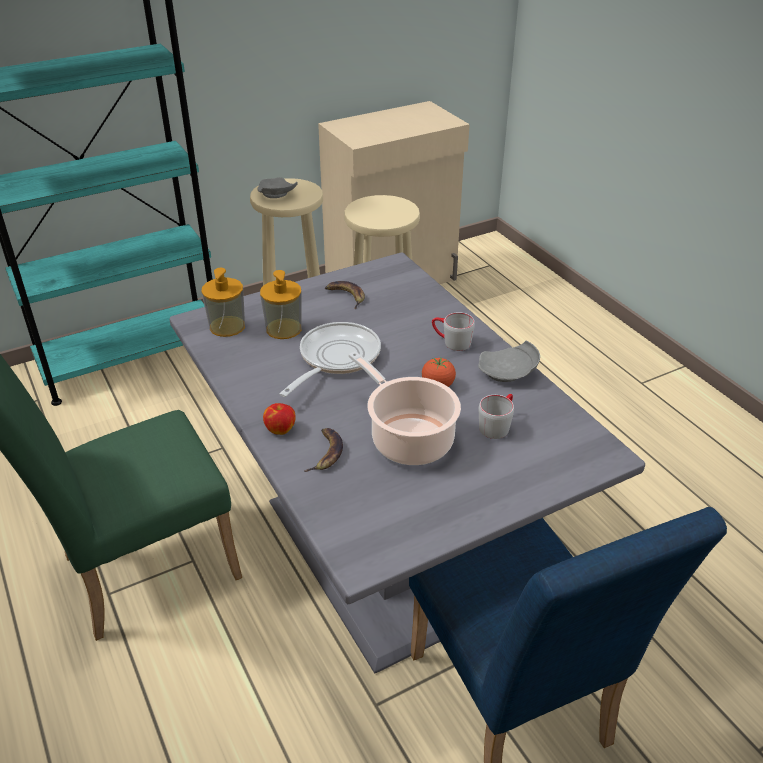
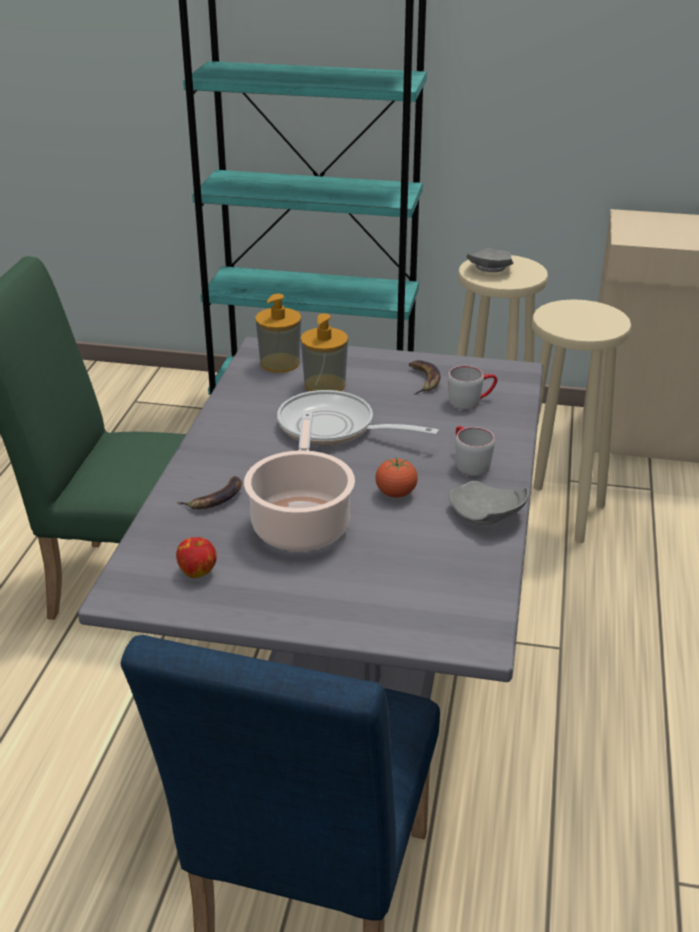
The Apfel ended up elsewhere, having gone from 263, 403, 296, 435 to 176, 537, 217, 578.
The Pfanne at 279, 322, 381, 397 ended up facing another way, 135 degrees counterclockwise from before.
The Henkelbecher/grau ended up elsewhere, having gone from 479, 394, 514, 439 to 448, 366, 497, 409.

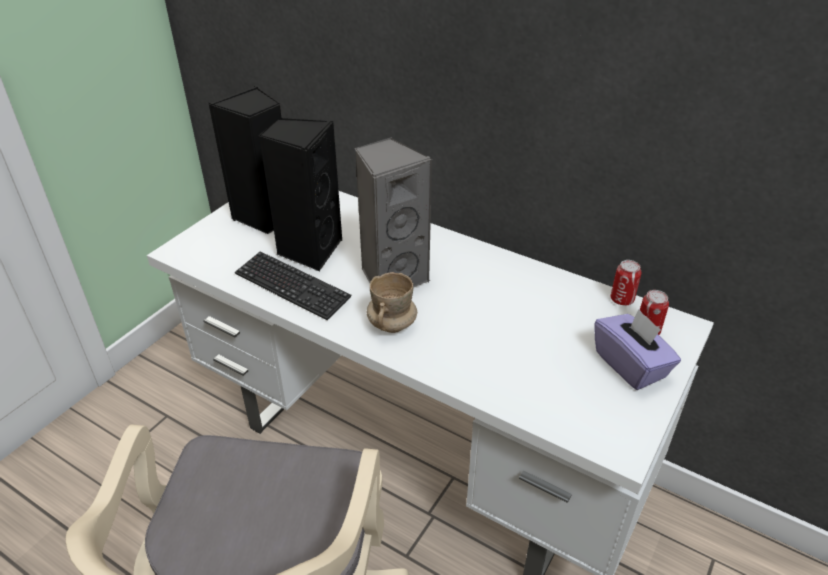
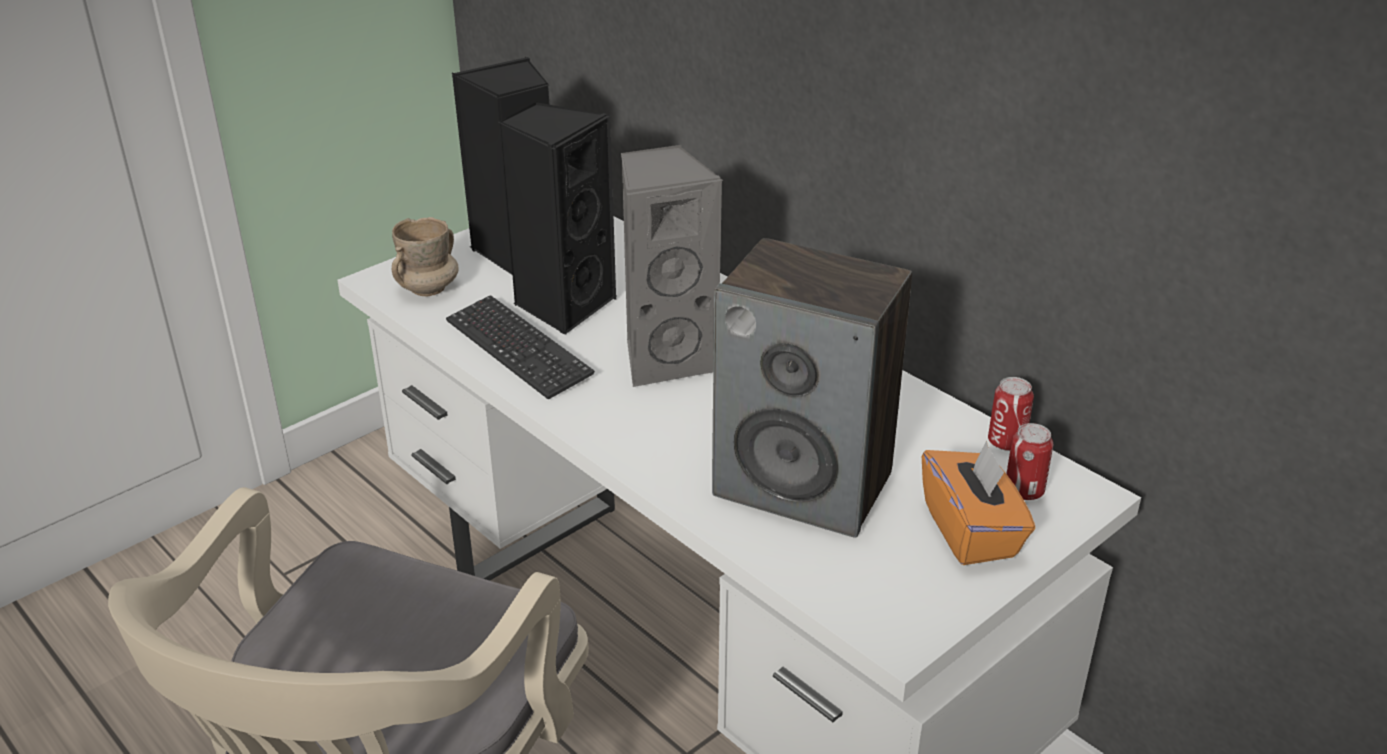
The Henkelbecher/beige ended up elsewhere, having gone from 367, 272, 417, 333 to 392, 217, 459, 296.
What was the Taschentuchbox/lila at 594, 309, 681, 390 turned into the Taschentuchbox/orange at 922, 441, 1035, 565.
The second view gained the Lautsprecher at 712, 238, 912, 538.

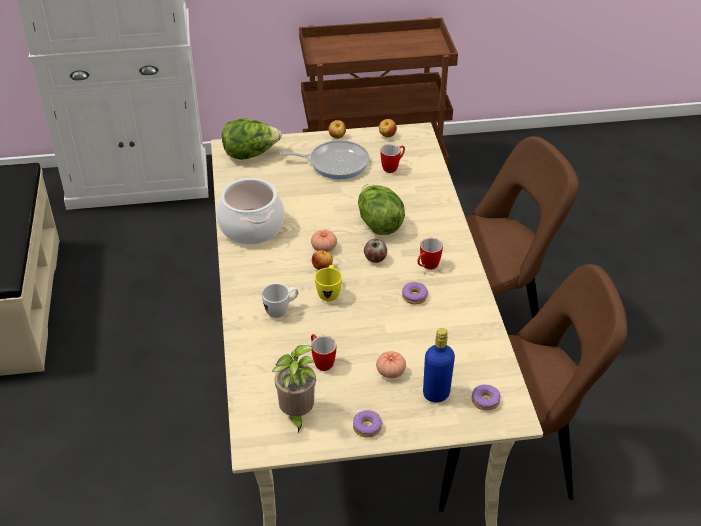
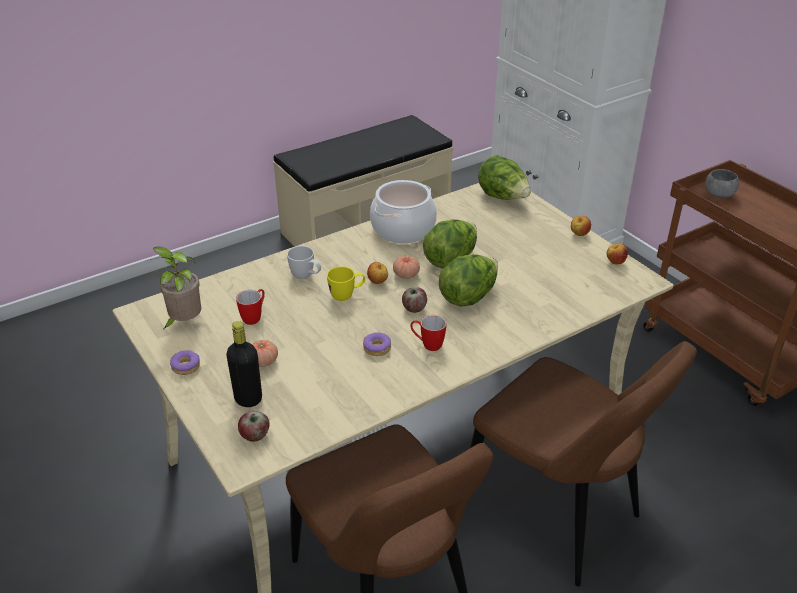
The second view lost the Pfanne at 280, 140, 369, 179.
The second view lost the Henkelbecher at 380, 144, 405, 173.
What was the Flasche/blau at 423, 328, 455, 403 turned into the Flasche/schwarz at 226, 321, 262, 407.
Where the Donut stood at 472, 385, 500, 411, the Apfel came to stand at 238, 411, 270, 441.
The second view gained the Salatkopf at 423, 219, 477, 269.
The second view gained the Schüssel/grau at 705, 169, 739, 198.

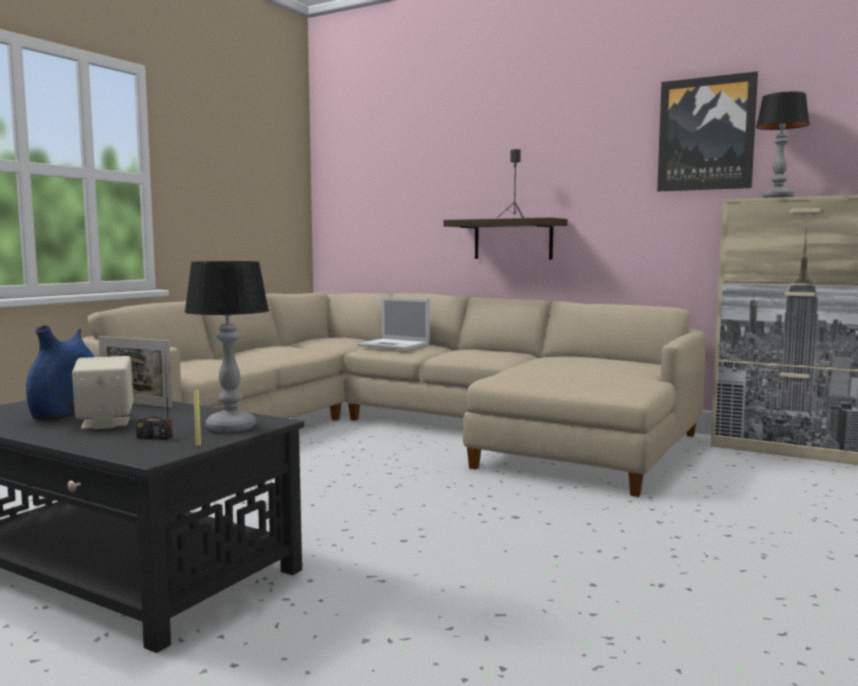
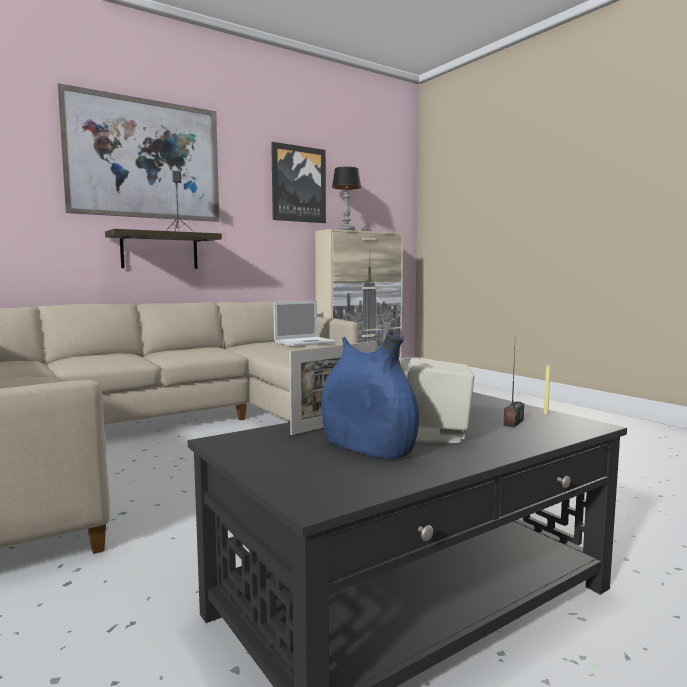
The second view lost the Tischlampe at 184, 261, 269, 433.
The Laptop ended up elsewhere, having gone from 357, 297, 430, 350 to 273, 301, 337, 347.
The second view gained the Bild at 57, 83, 219, 222.

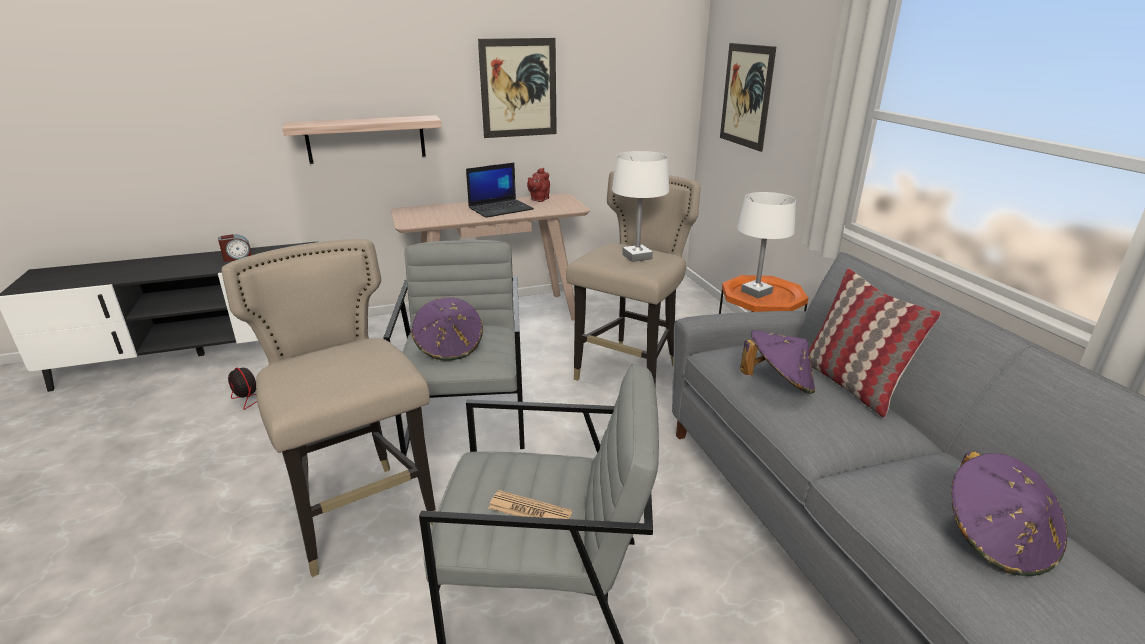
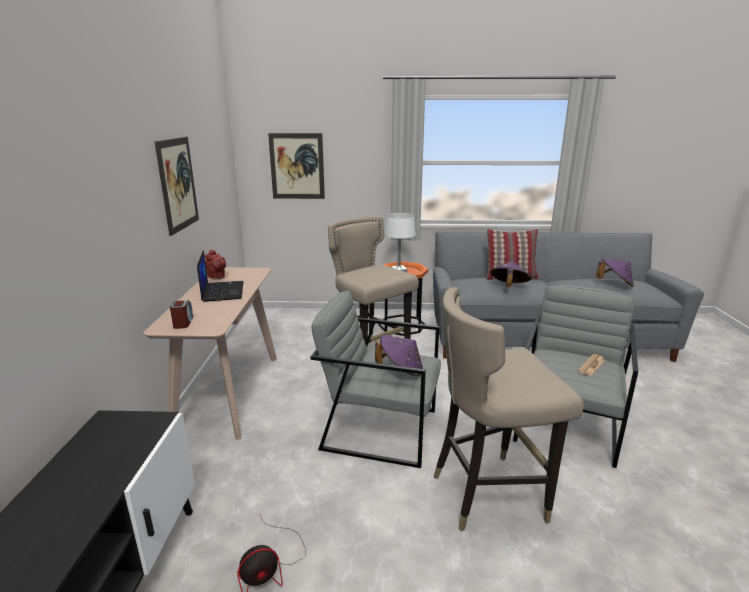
The Wecker ended up elsewhere, having gone from 218, 234, 252, 262 to 170, 301, 193, 329.
The second view lost the Wandregal at 282, 115, 442, 164.
The second view lost the Tischlampe/weiß at 612, 151, 669, 262.

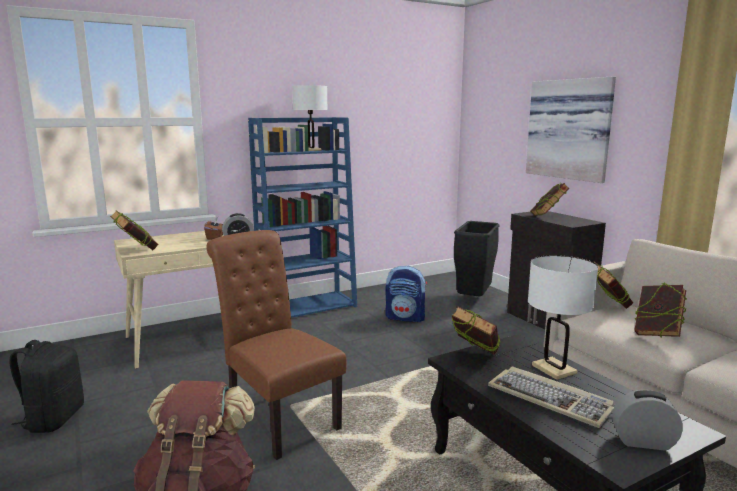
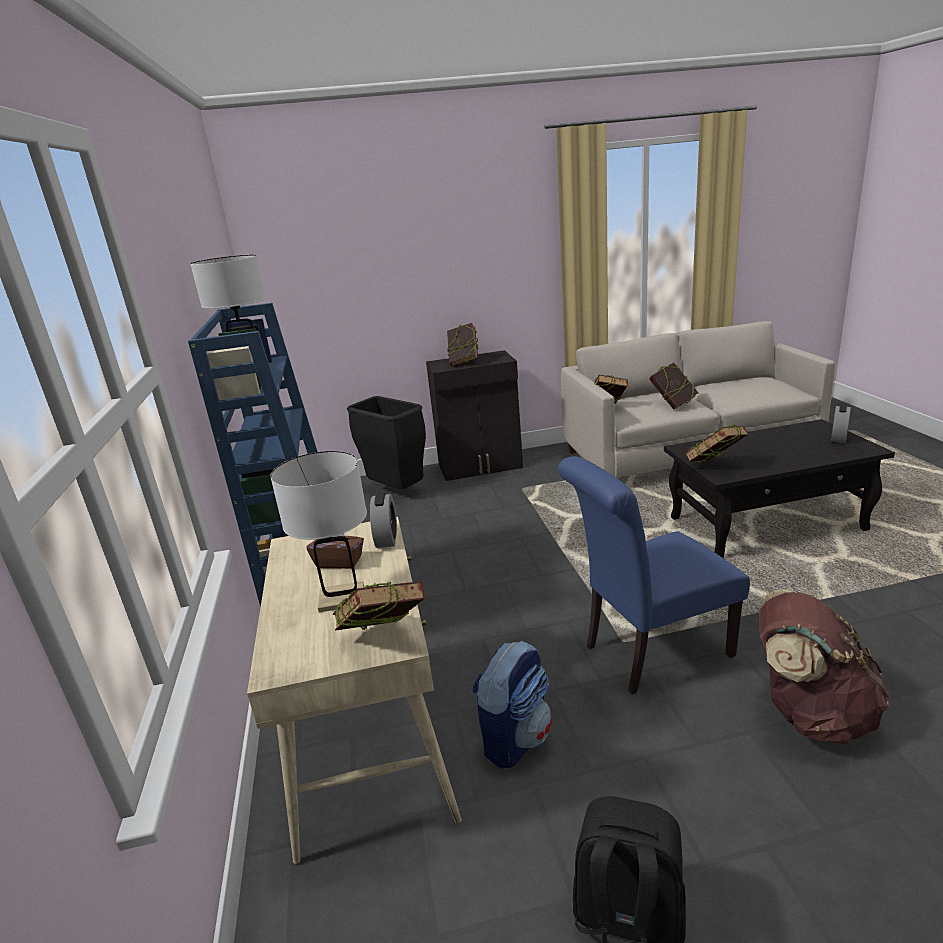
What was the Stuhl/braun at 206, 230, 347, 460 turned into the Stuhl/blau at 558, 456, 750, 694.
The Rucksack ended up elsewhere, having gone from 385, 265, 427, 322 to 473, 641, 552, 769.
The second view lost the Tastatur at 488, 366, 614, 428.
The second view lost the Bild at 526, 77, 616, 183.
The Tischlampe/weiß ended up elsewhere, having gone from 528, 255, 598, 380 to 270, 451, 367, 612.

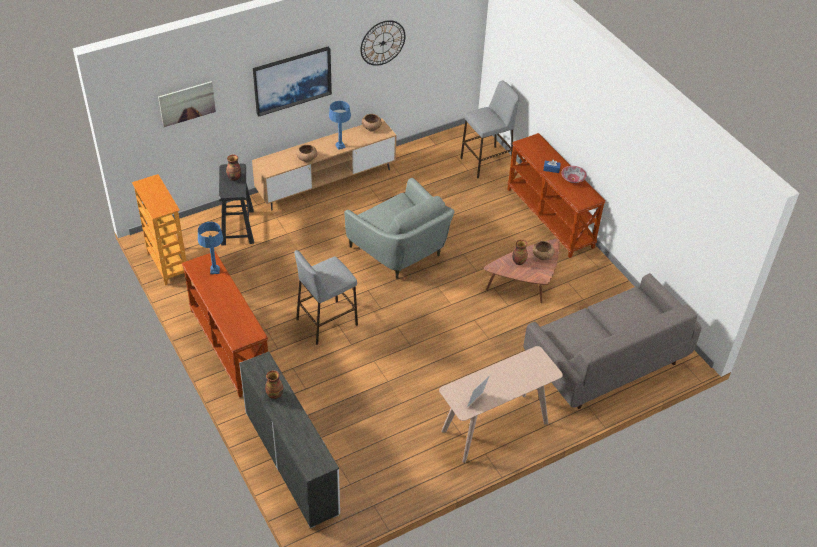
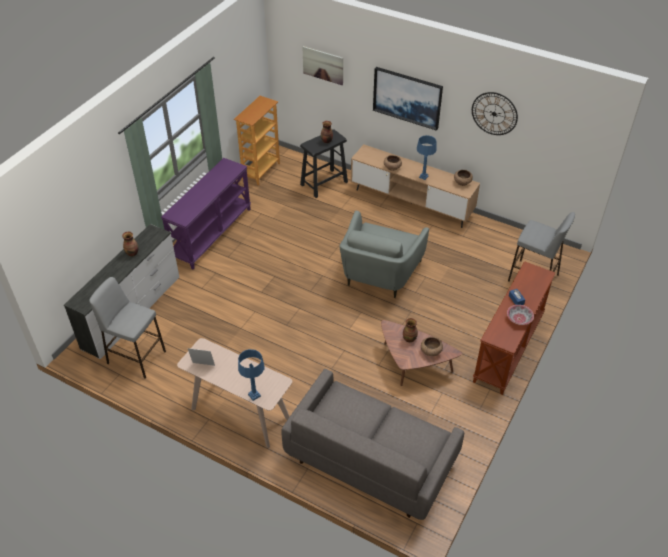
What was the Konsolentisch/braun at 182, 252, 268, 397 turned into the Konsolentisch/lila at 161, 158, 251, 269.
The Tischlampe/blau ended up elsewhere, having gone from 198, 222, 223, 274 to 238, 349, 264, 401.
The Hocker/grau ended up elsewhere, having gone from 294, 250, 358, 345 to 89, 277, 166, 378.

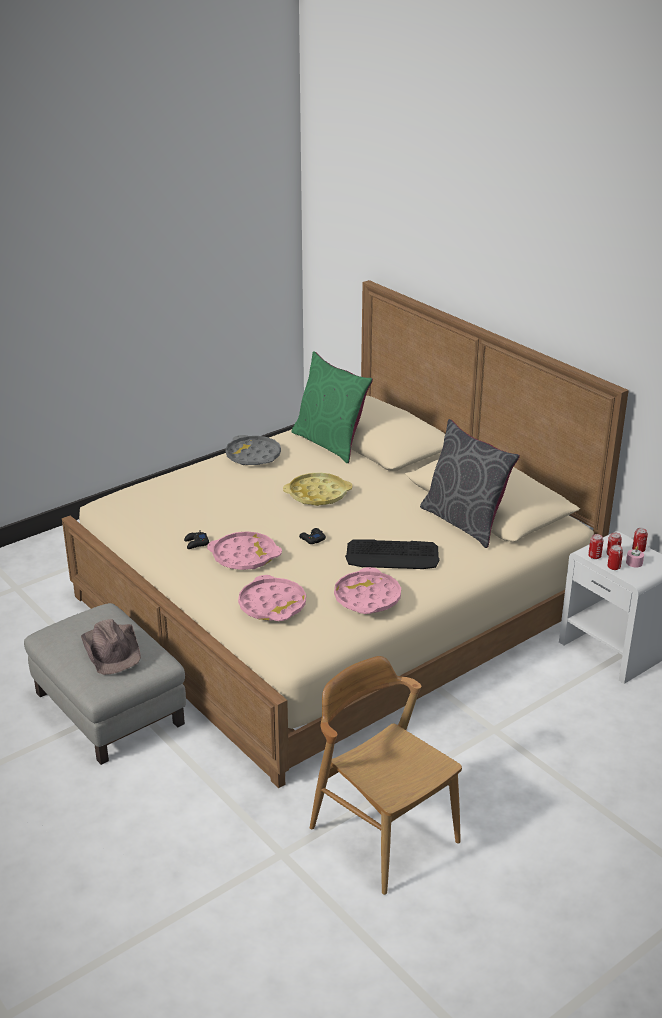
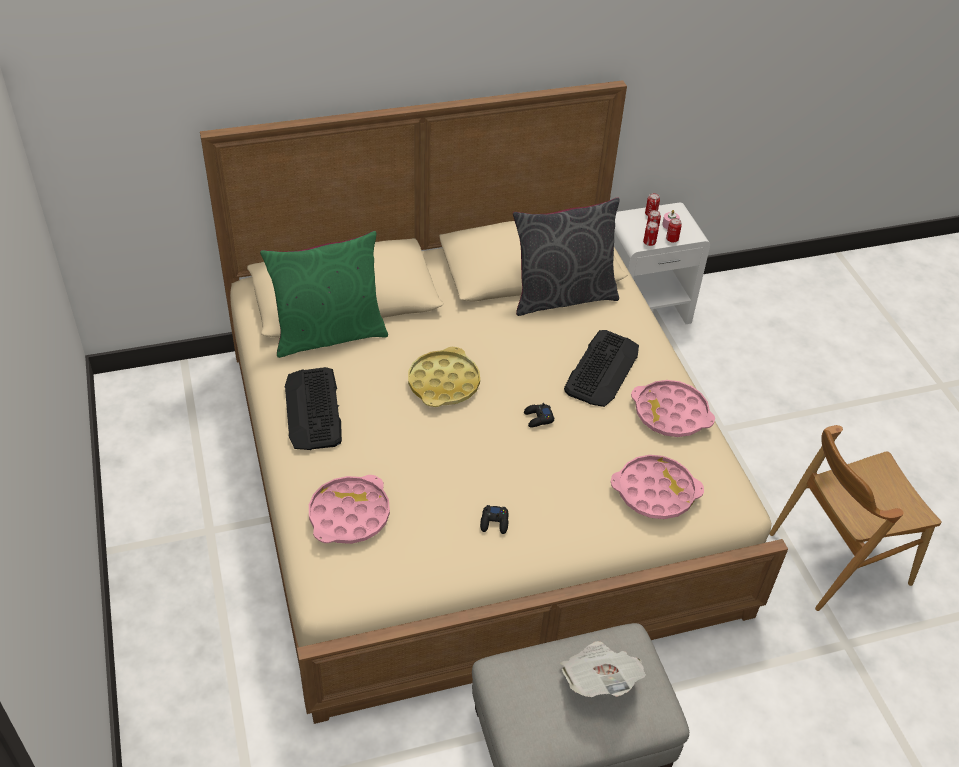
Where the Hut/braun stood at 81, 619, 141, 675, the Zeitung came to stand at 560, 641, 646, 697.
The Tablett/rosa ended up elsewhere, having gone from 207, 531, 282, 570 to 309, 475, 390, 544.
Where the Tablett/grau stood at 225, 435, 281, 465, the Tastatur came to stand at 285, 367, 342, 450.

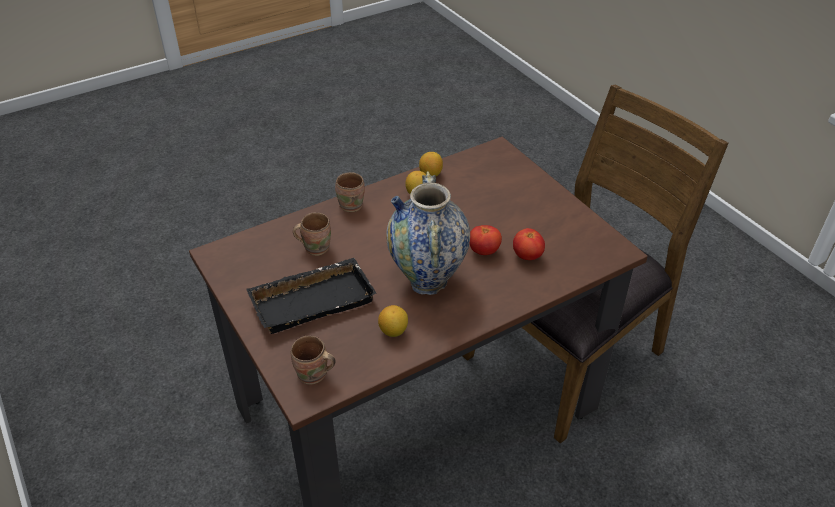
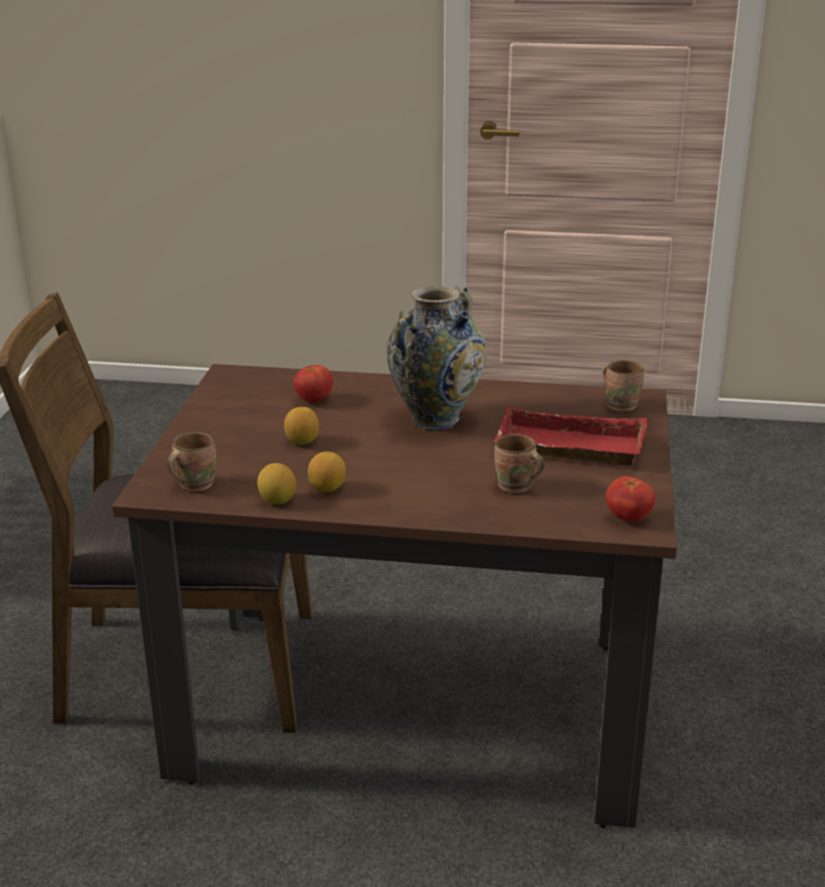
What was the Tablett/schwarz at 246, 258, 377, 334 turned into the Tablett/rot at 494, 407, 647, 466.
The Henkelbecher/braun ended up elsewhere, having gone from 335, 172, 365, 212 to 167, 432, 216, 492.
The Zitrone ended up elsewhere, having gone from 378, 305, 408, 337 to 284, 407, 319, 445.
The Tomate ended up elsewhere, having gone from 470, 225, 502, 255 to 606, 476, 655, 522.

